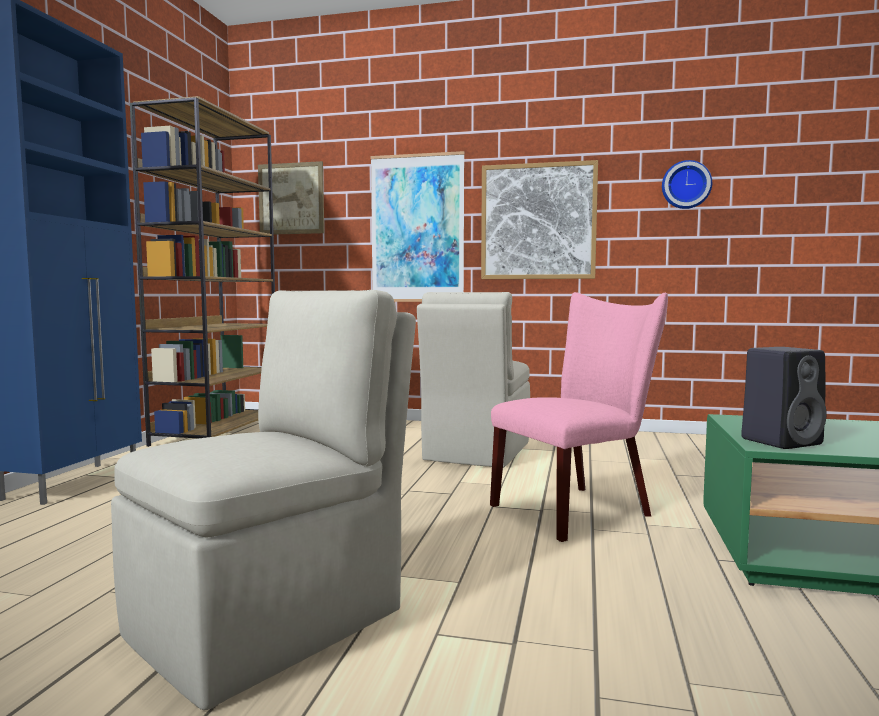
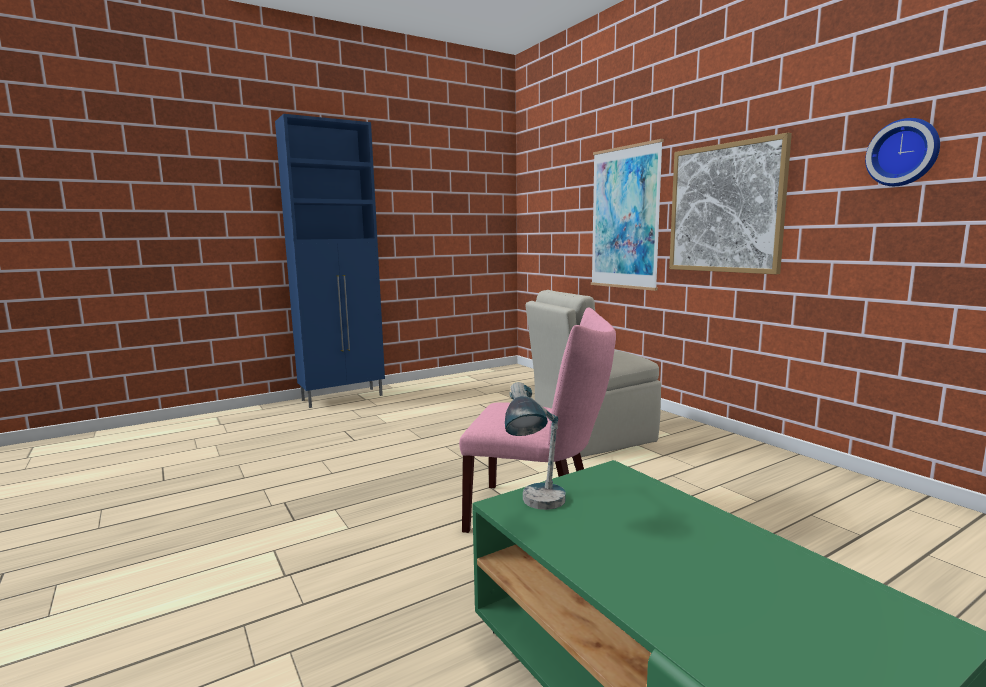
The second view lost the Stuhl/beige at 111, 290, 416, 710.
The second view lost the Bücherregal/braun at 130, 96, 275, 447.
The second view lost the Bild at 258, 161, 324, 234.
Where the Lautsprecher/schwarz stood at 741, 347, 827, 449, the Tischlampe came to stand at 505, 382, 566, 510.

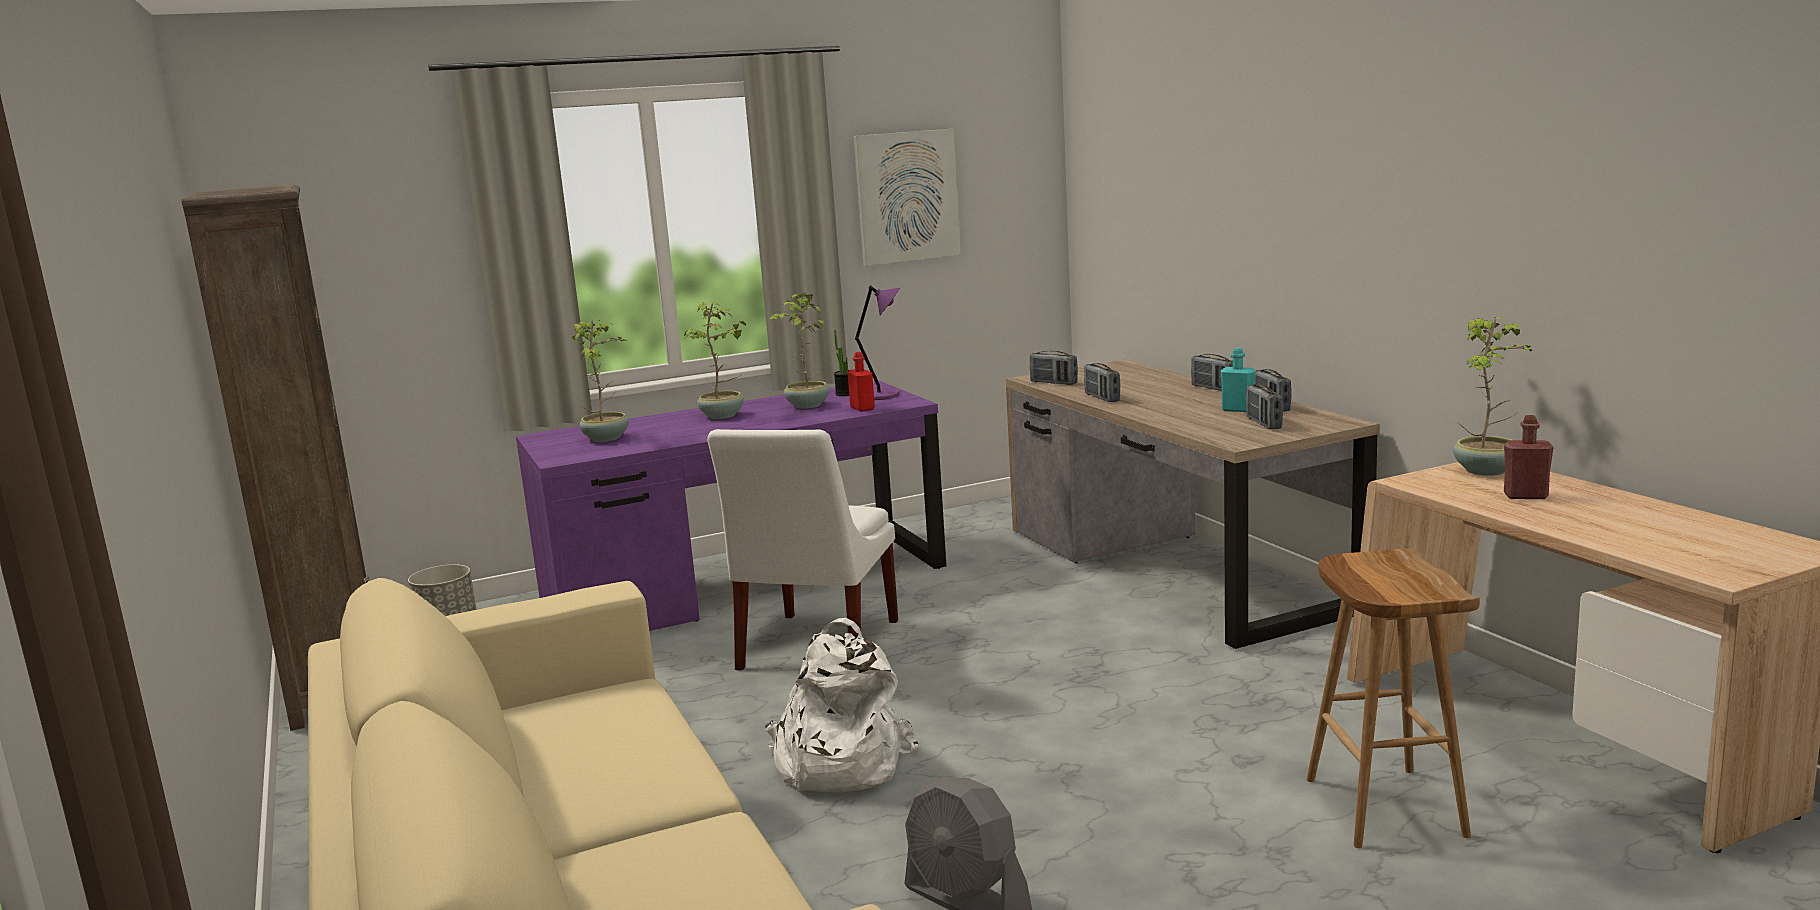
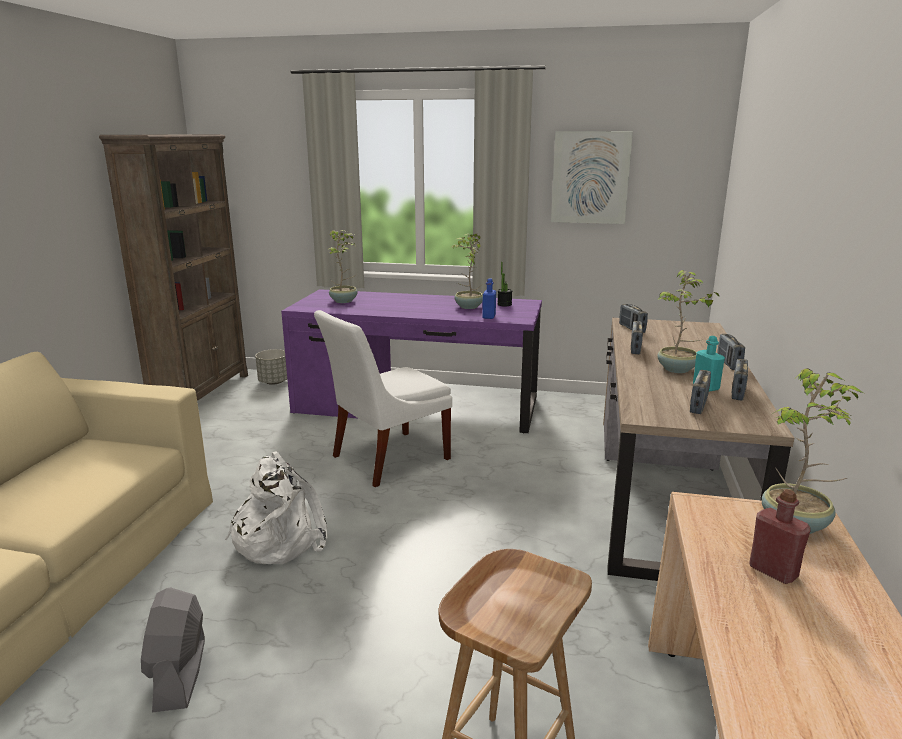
The Topfpflanze ended up elsewhere, having gone from 684, 302, 746, 419 to 657, 270, 719, 373.
What was the Flasche/rot at 847, 352, 875, 412 turned into the Flasche/blau at 482, 279, 496, 319.
The second view lost the Tischlampe/lila at 855, 285, 900, 400.

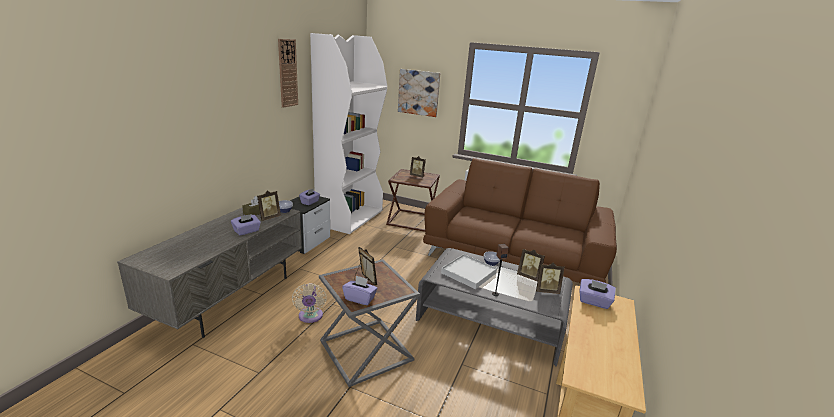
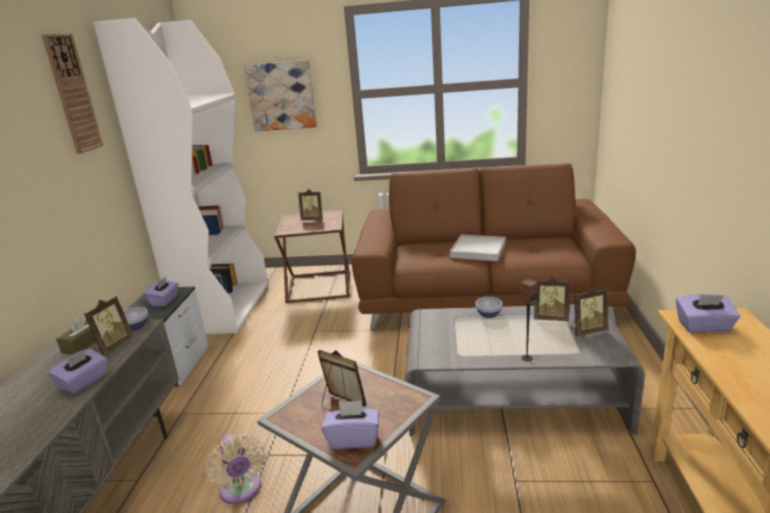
The Tablett/weiß ended up elsewhere, having gone from 441, 254, 497, 289 to 450, 234, 506, 261.

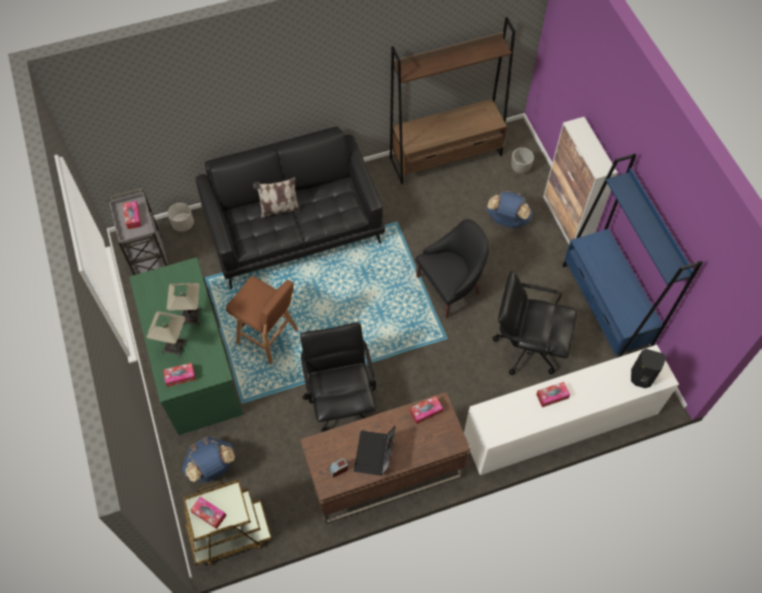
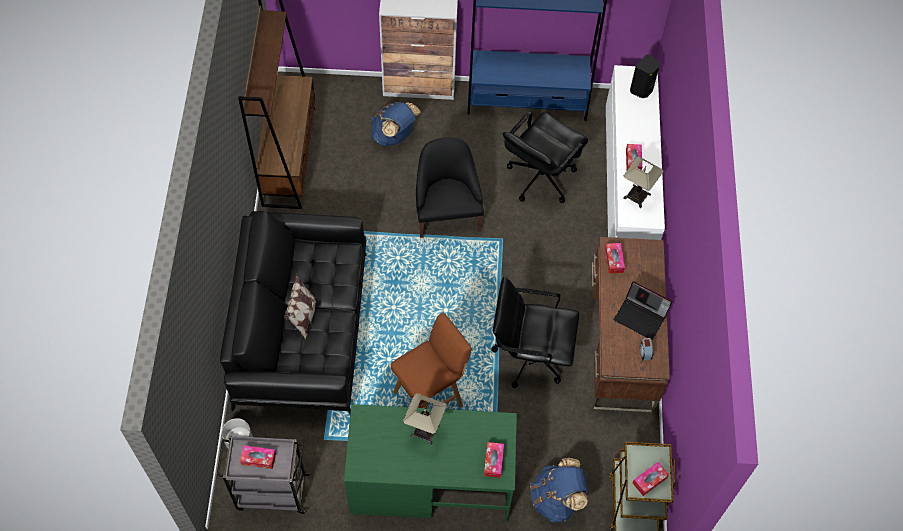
The Tischlampe ended up elsewhere, having gone from 146, 311, 188, 358 to 623, 157, 664, 208.
The second view lost the Pflanzkübel at 511, 148, 534, 174.

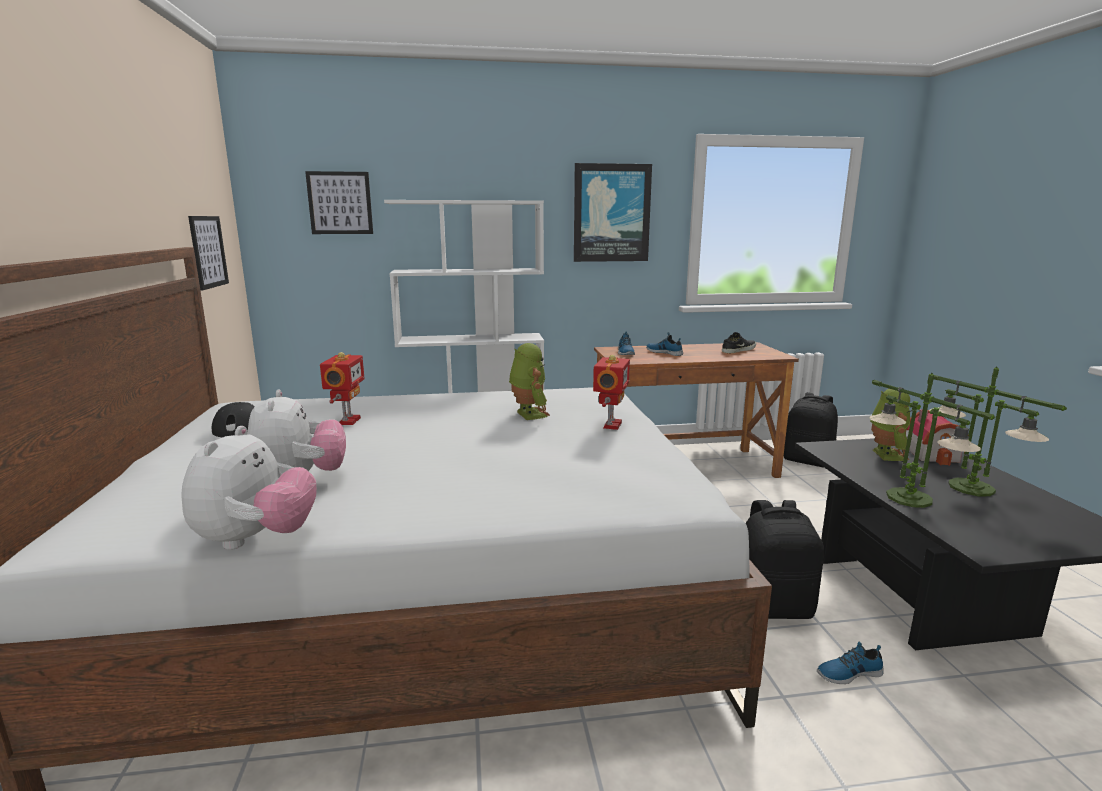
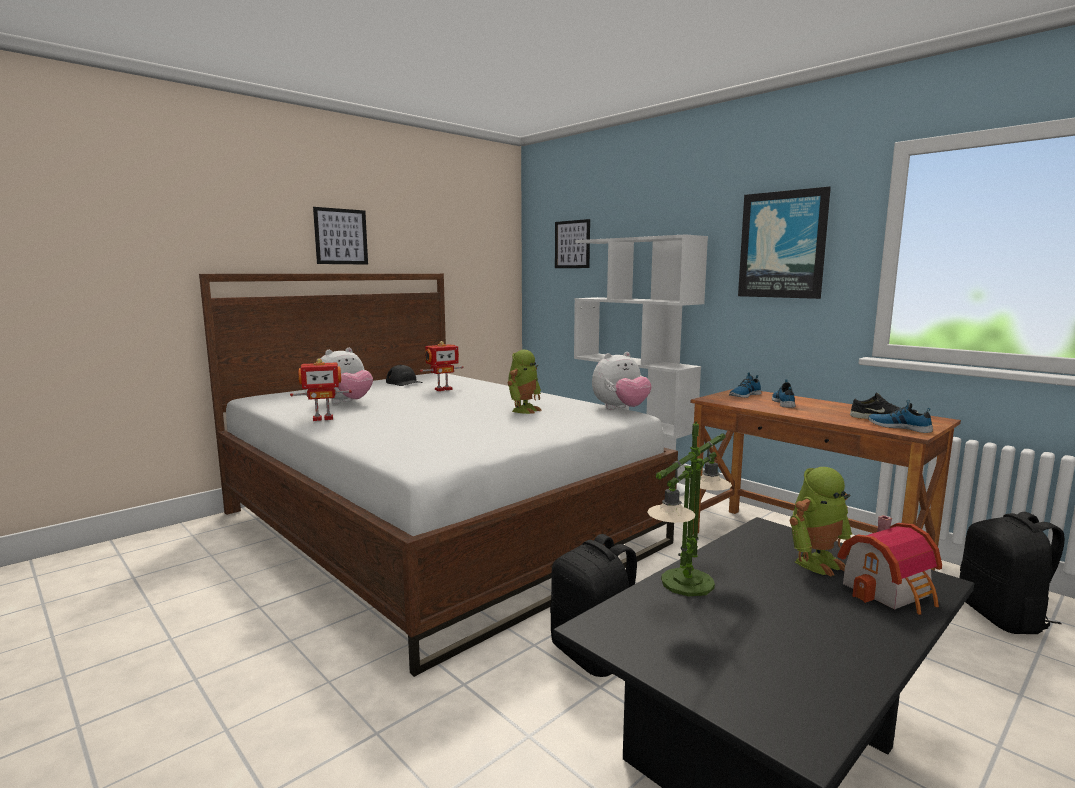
The Plüschtier ended up elsewhere, having gone from 181, 426, 317, 550 to 592, 352, 652, 409.
The Bild ended up elsewhere, having gone from 188, 216, 229, 290 to 313, 207, 368, 265.
The Spielzeugroboter ended up elsewhere, having gone from 593, 355, 630, 430 to 290, 358, 352, 421.
The Schuh ended up elsewhere, having gone from 817, 642, 883, 684 to 868, 399, 933, 433.
The second view lost the Tischlampe at 929, 366, 1067, 496.

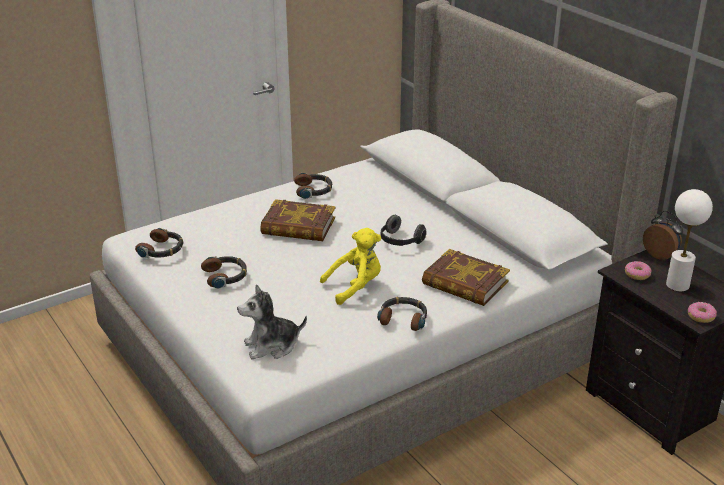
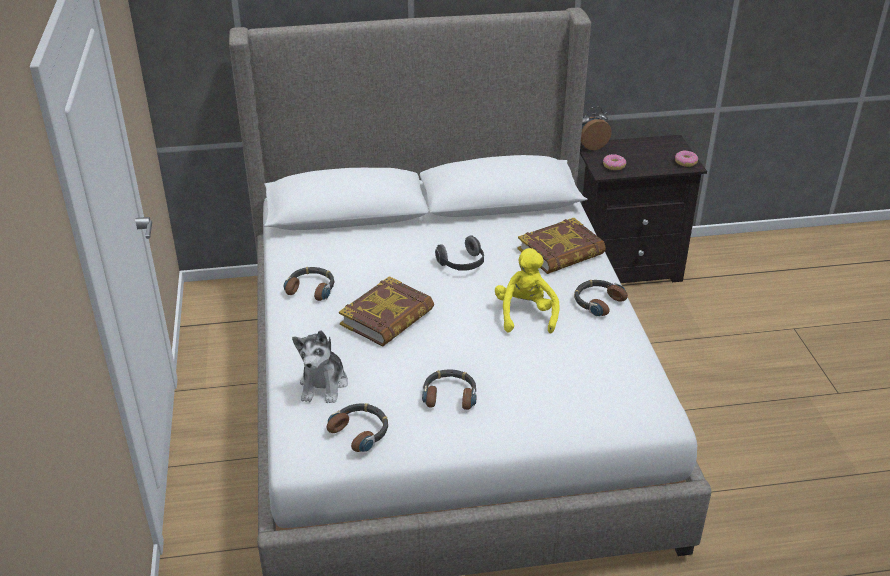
The Plüschtier ended up elsewhere, having gone from 237, 284, 307, 359 to 292, 330, 348, 403.
The second view lost the Tischlampe/weiß at 666, 189, 713, 292.

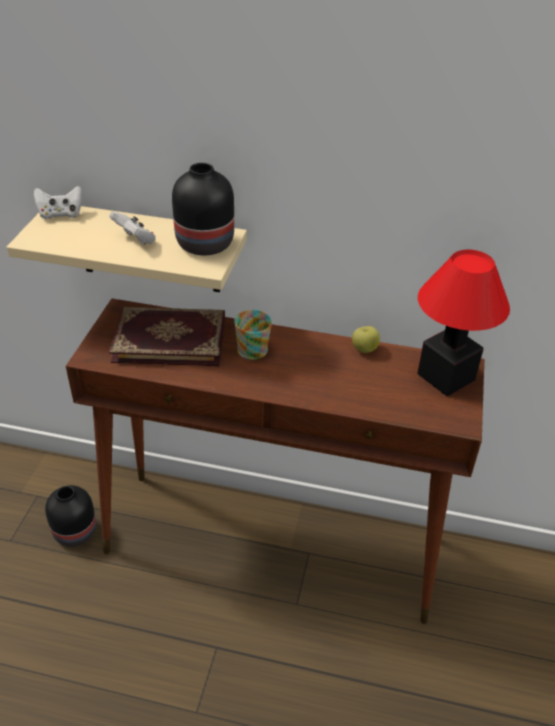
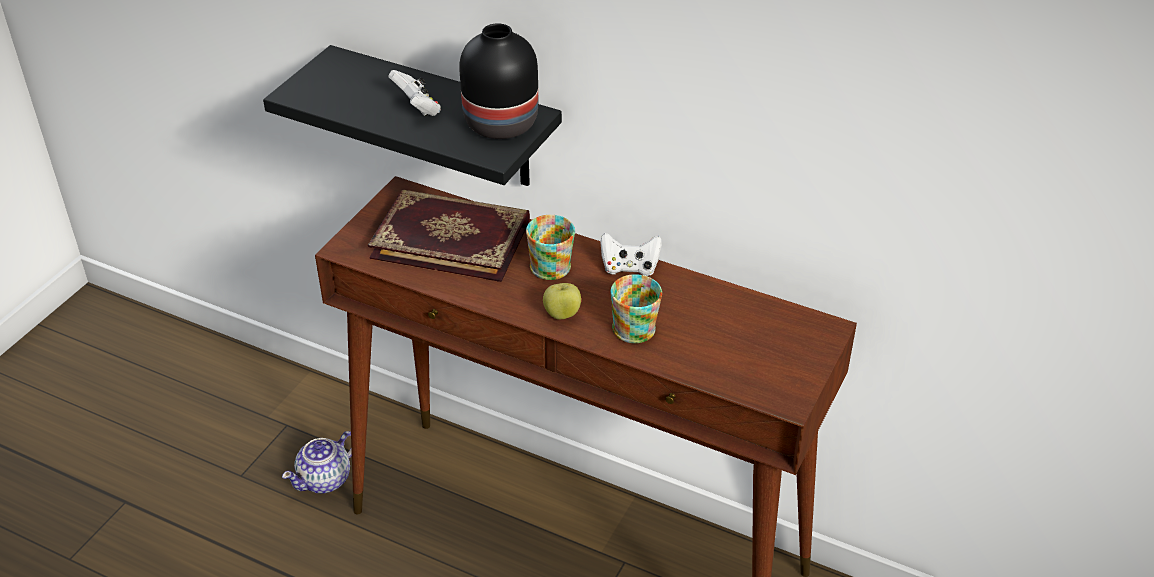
What was the Wandregal/beige at 6, 206, 247, 292 turned into the Wandregal/schwarz at 263, 45, 562, 186.
The Gamepad/weiß ended up elsewhere, having gone from 34, 186, 82, 219 to 600, 233, 662, 276.
Where the Vase/schwarz stood at 45, 485, 96, 547, the Teekanne came to stand at 282, 431, 352, 493.
The Apfel ended up elsewhere, having gone from 352, 326, 380, 353 to 543, 283, 581, 320.
The second view lost the Tischlampe at 417, 249, 510, 396.
The second view gained the Henkelbecher at 611, 274, 662, 343.

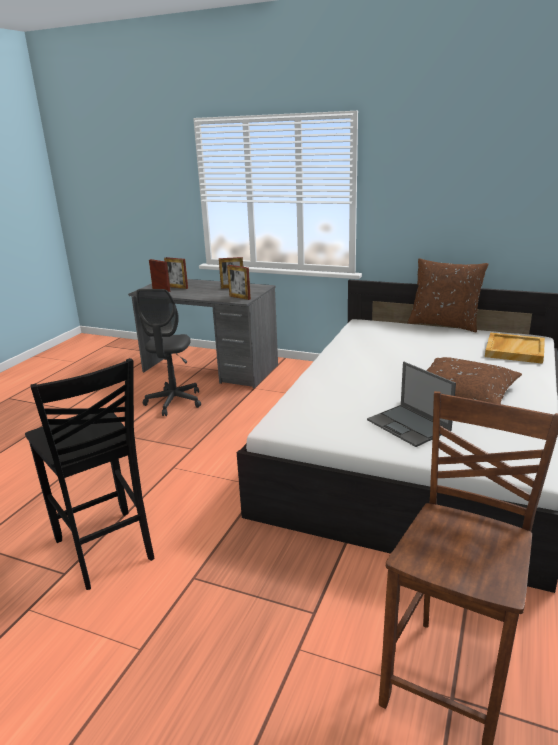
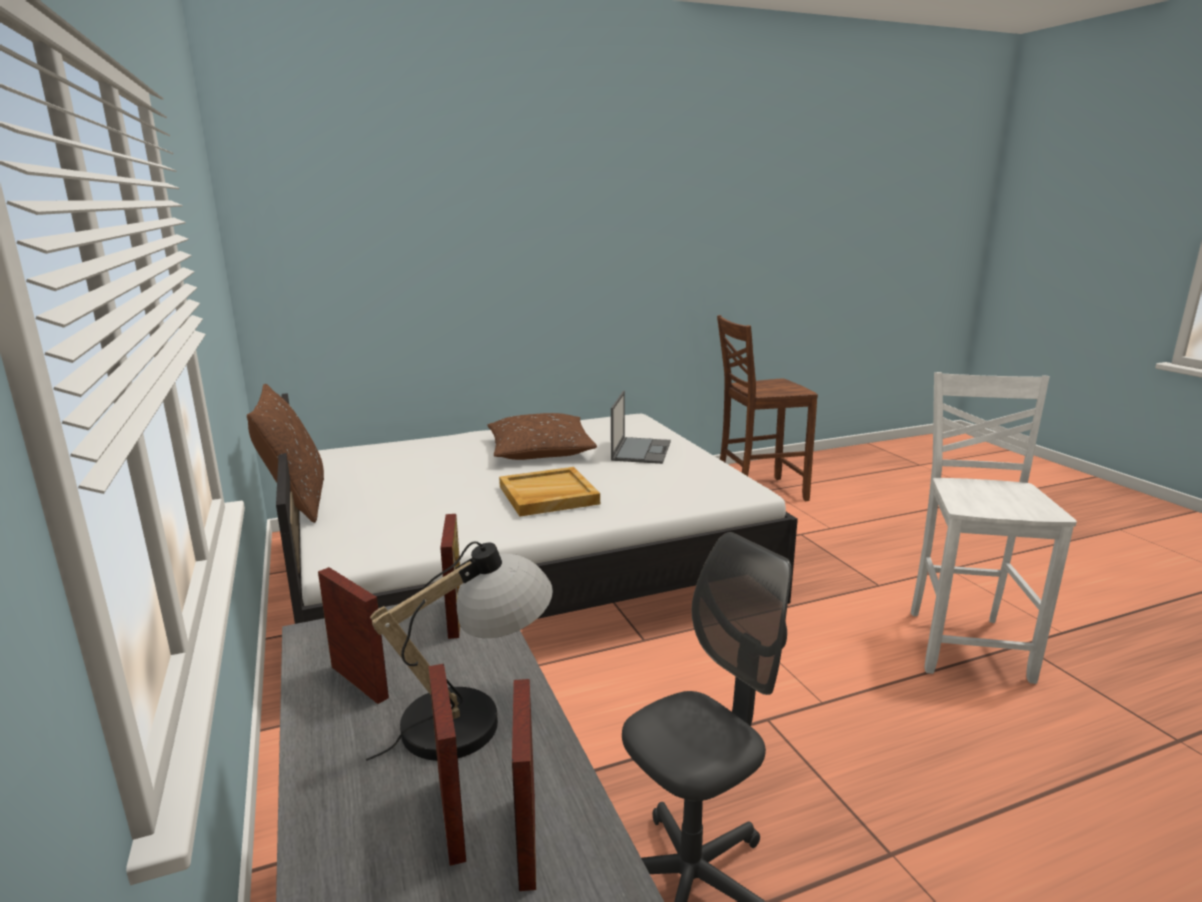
What was the Stuhl/schwarz at 25, 358, 154, 590 turned into the Stuhl/weiß at 911, 372, 1077, 684.
The Tablett/beige ended up elsewhere, having gone from 485, 333, 545, 364 to 499, 467, 600, 517.
The second view gained the Tischlampe at 366, 542, 553, 761.

